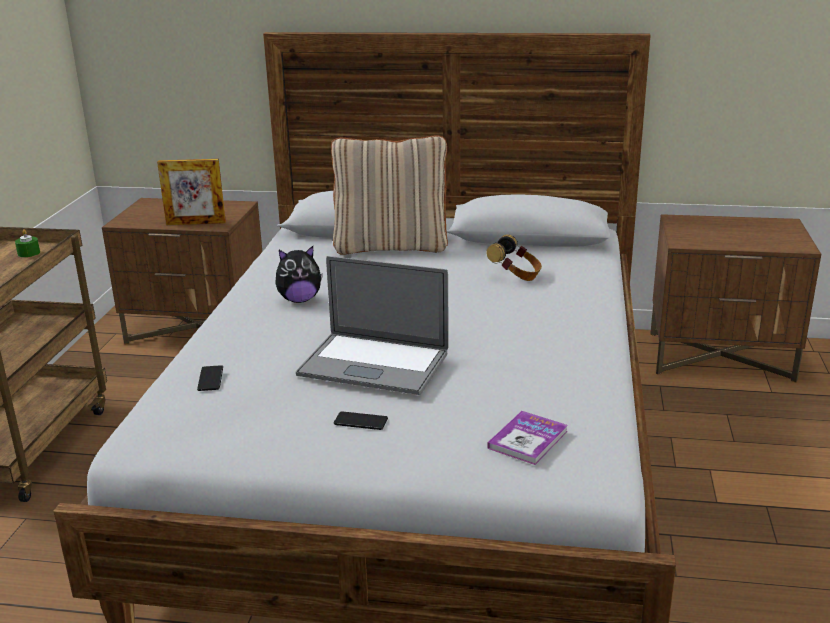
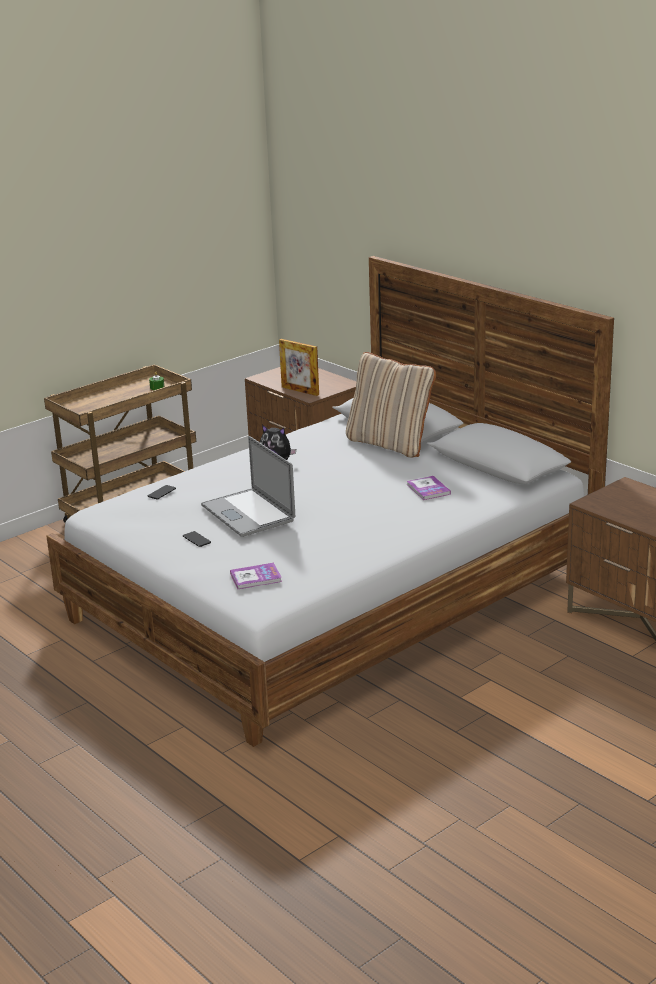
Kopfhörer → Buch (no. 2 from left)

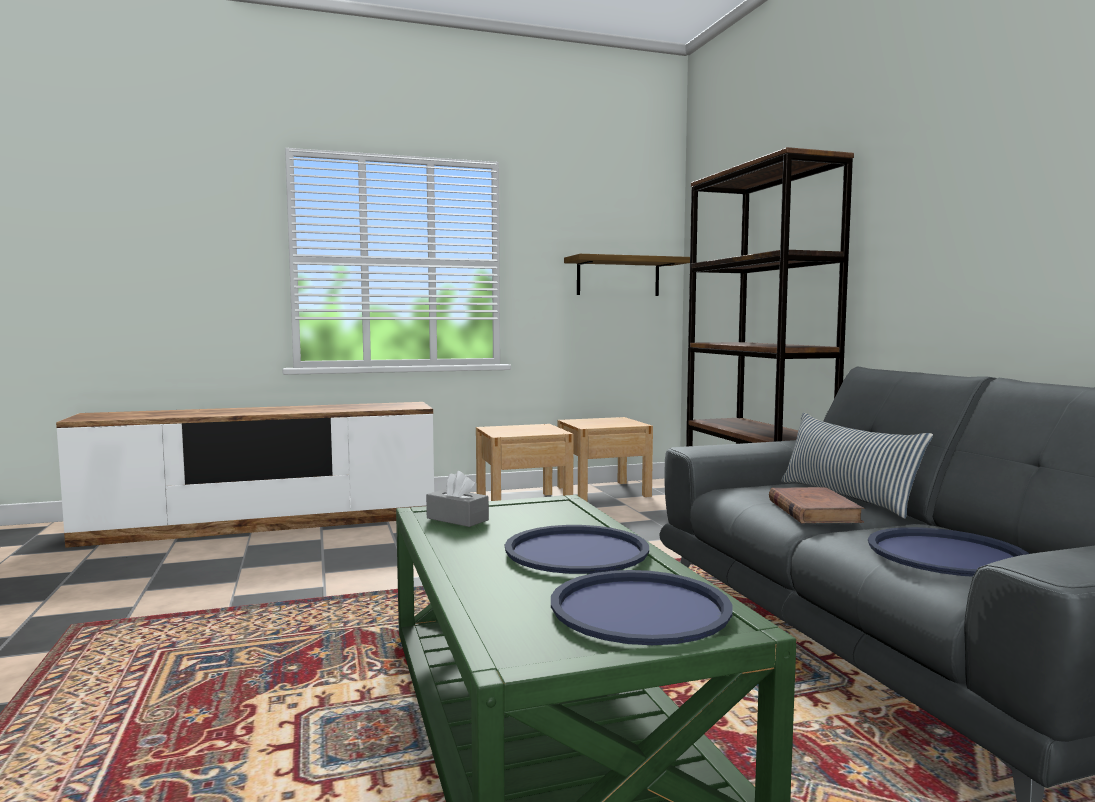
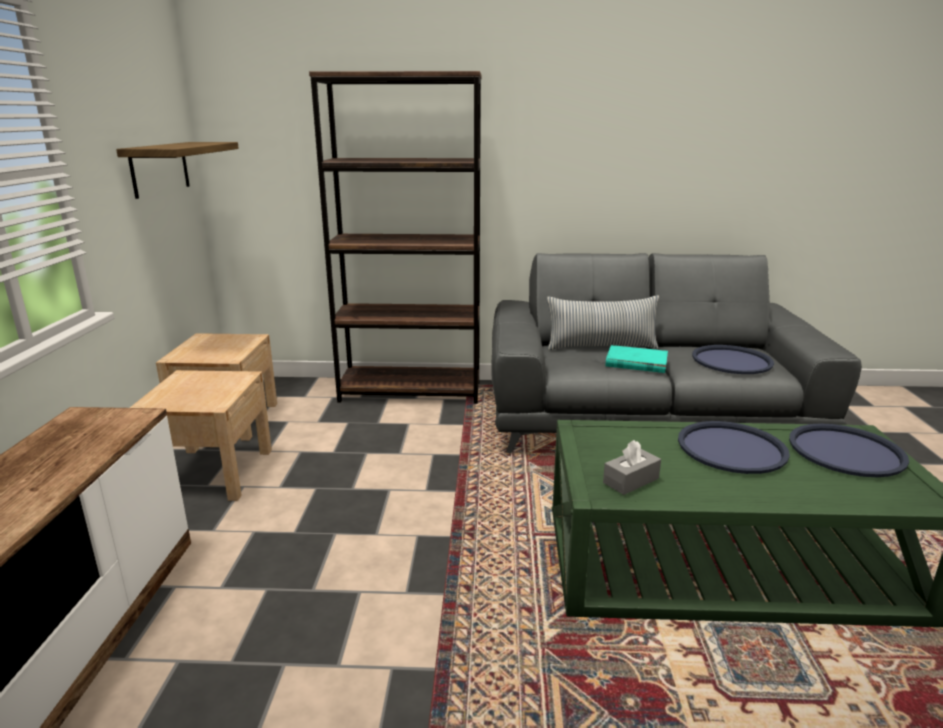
Buch [braun] → Buch [türkis]

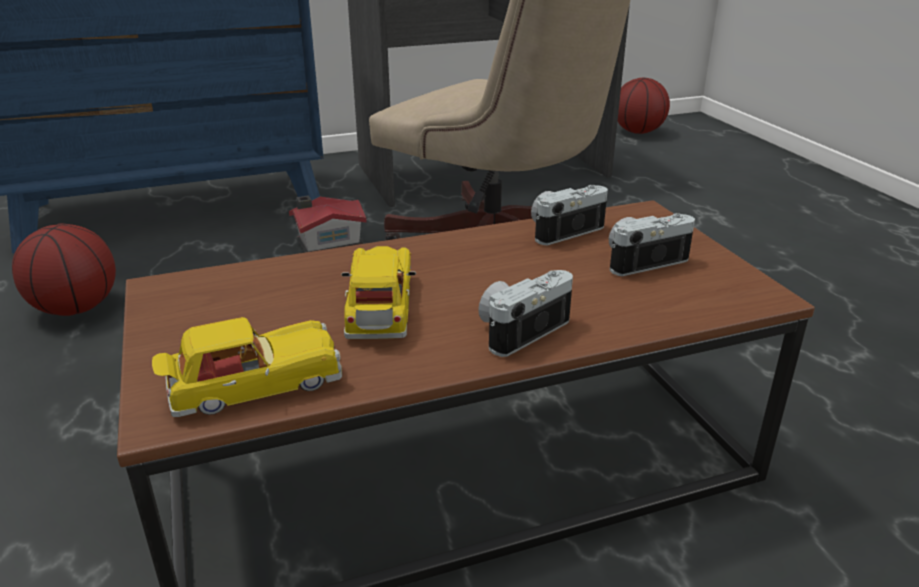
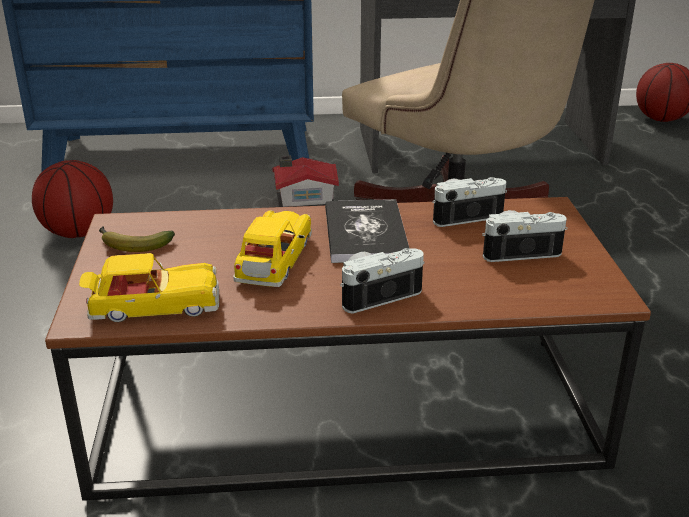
- → Buch
- → Banane

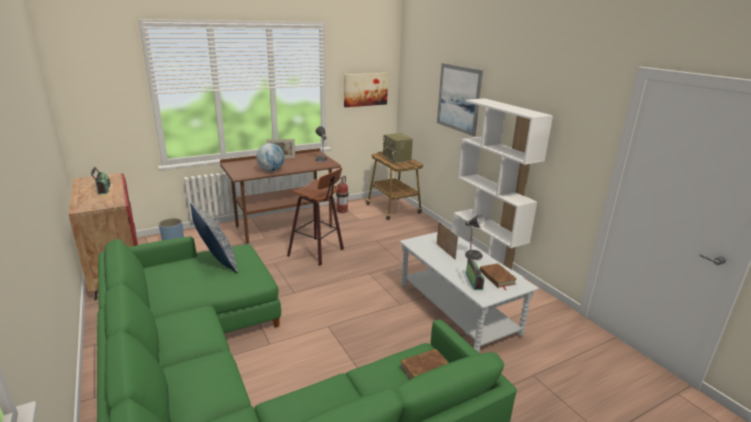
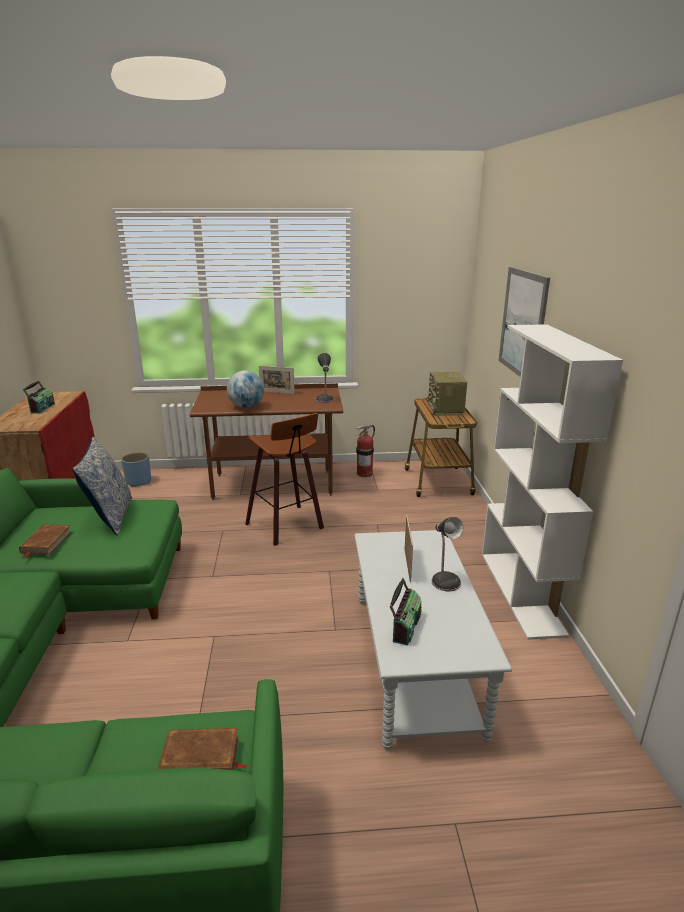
Bild (no. 1 from left) → -
Buch [braun] (no. 2 from left in the first image) → Buch [braun] (no. 1 from left), shifted

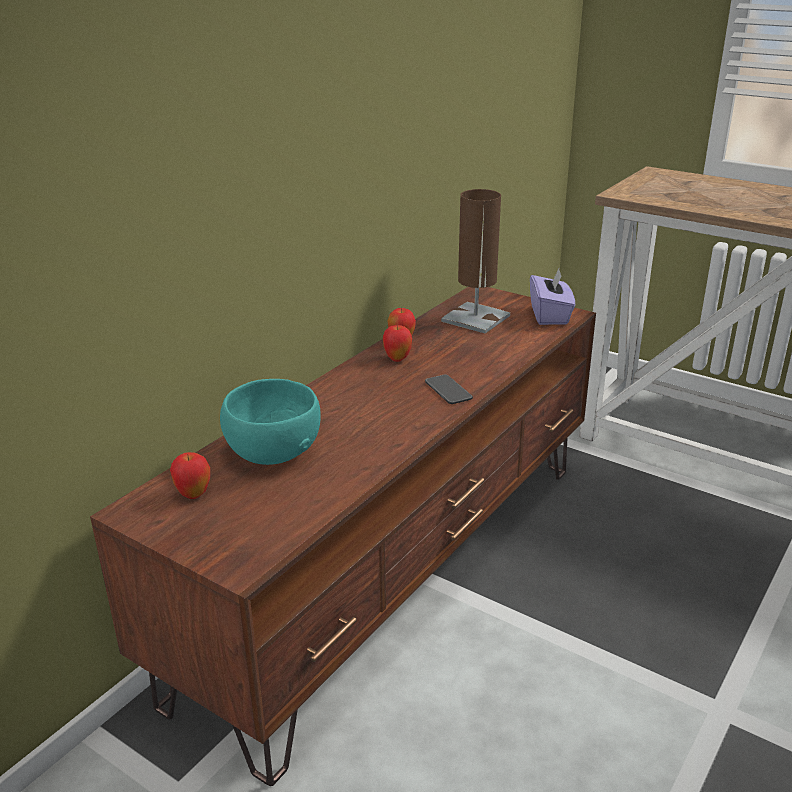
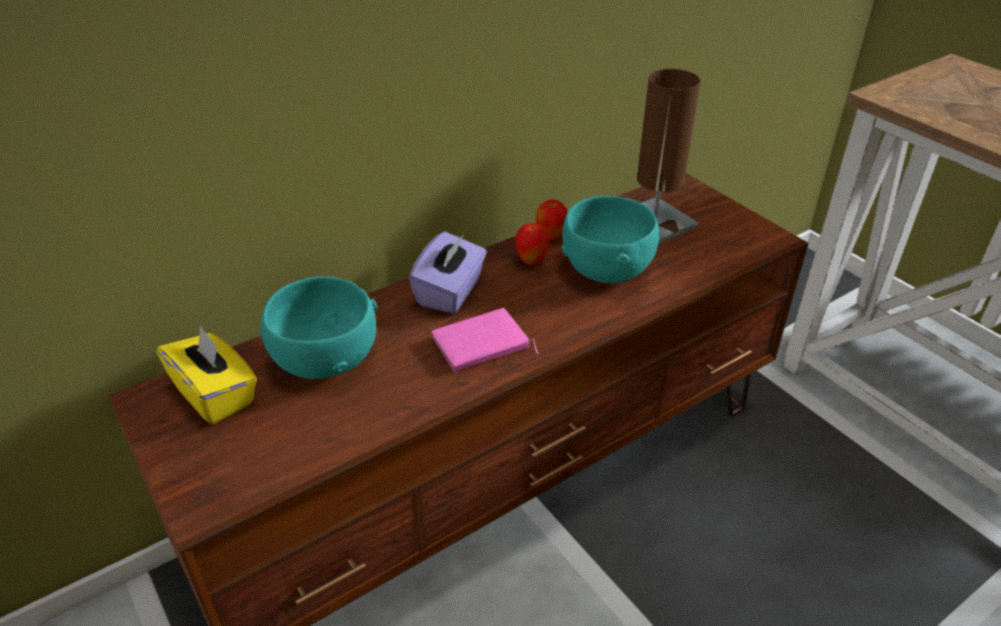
Taschentuchbox [lila], shifted
Handy → -
Apfel (no. 1 from left) → Taschentuchbox [gelb]
- → Schüssel [türkis] (no. 2 from left)
- → Buch [rosa]

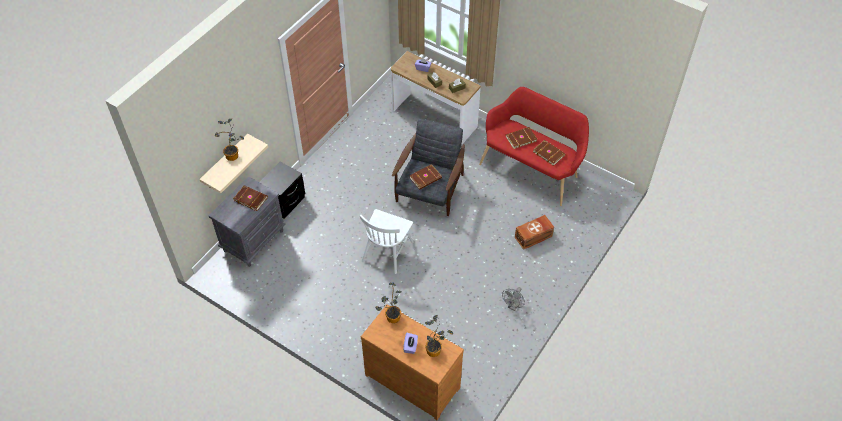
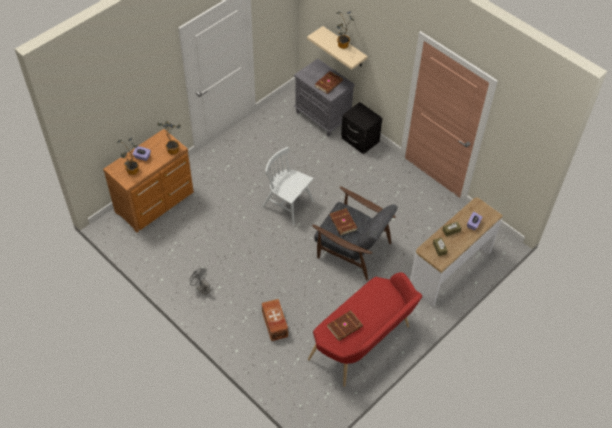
Buch [braun] (no. 3 from left) → -

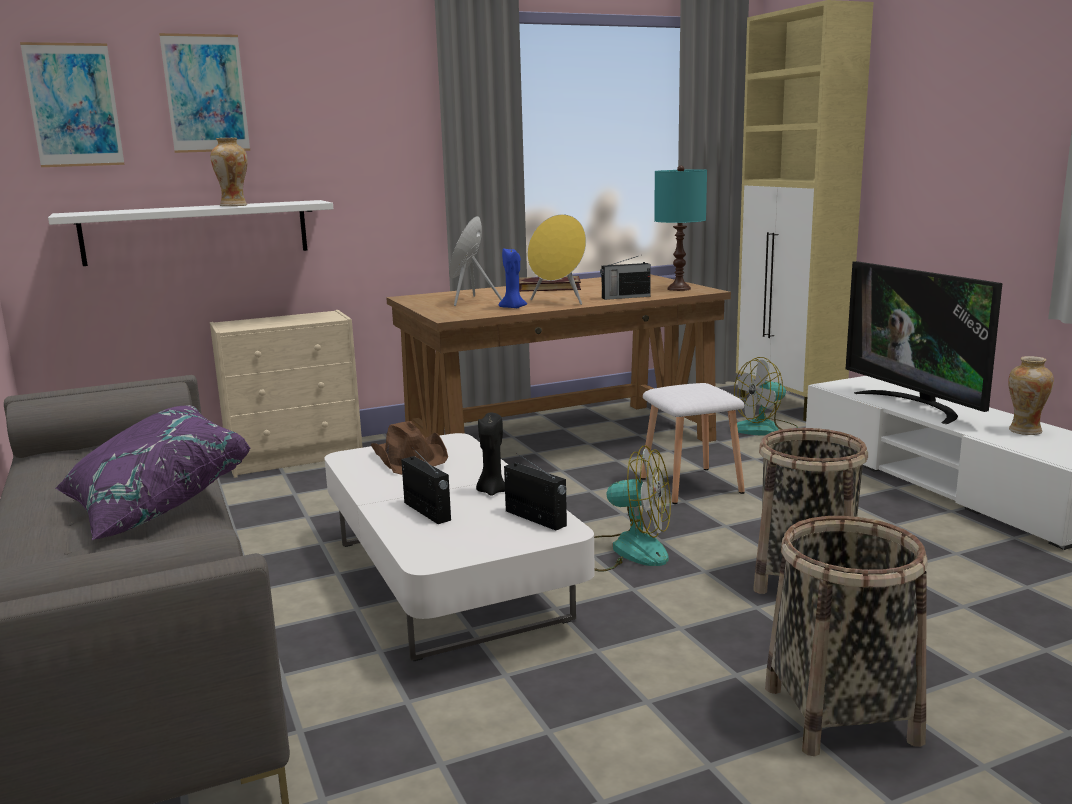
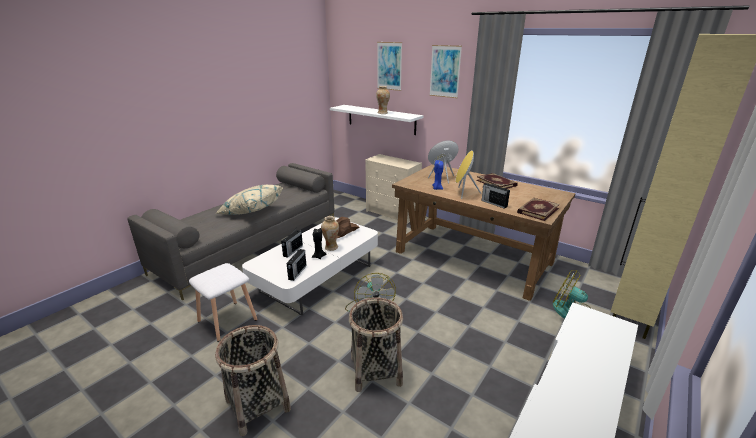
Bild (no. 1 from left in the first image) → Bild (no. 2 from left), shifted
Tischlampe [türkis] → Buch (no. 2 from left)
Fernseher → -
Vase (no. 2 from left in the first image) → Vase (no. 1 from left), shifted
Hocker [weiß], shifted
Kissen [lila] → Kissen [beige]

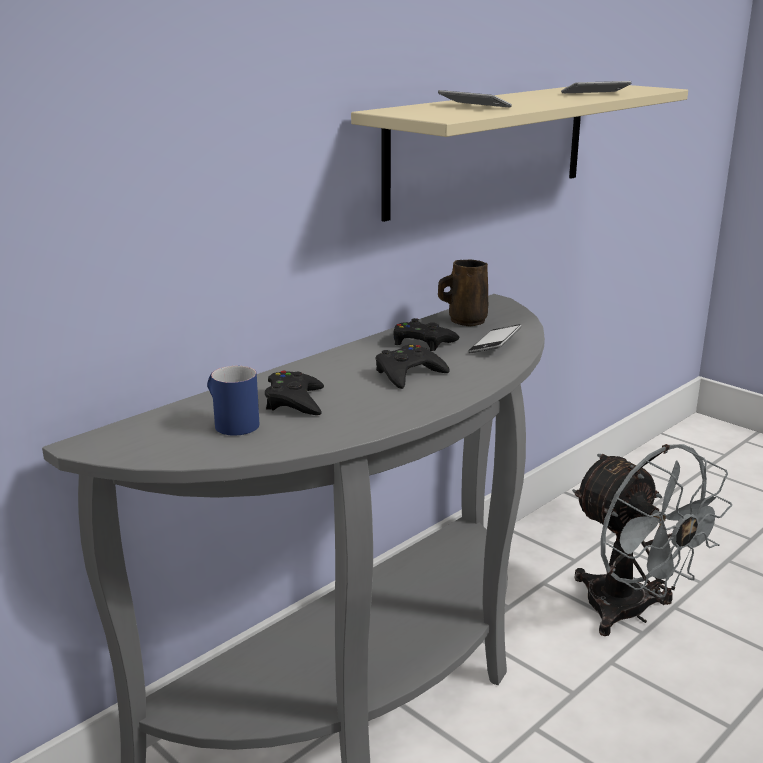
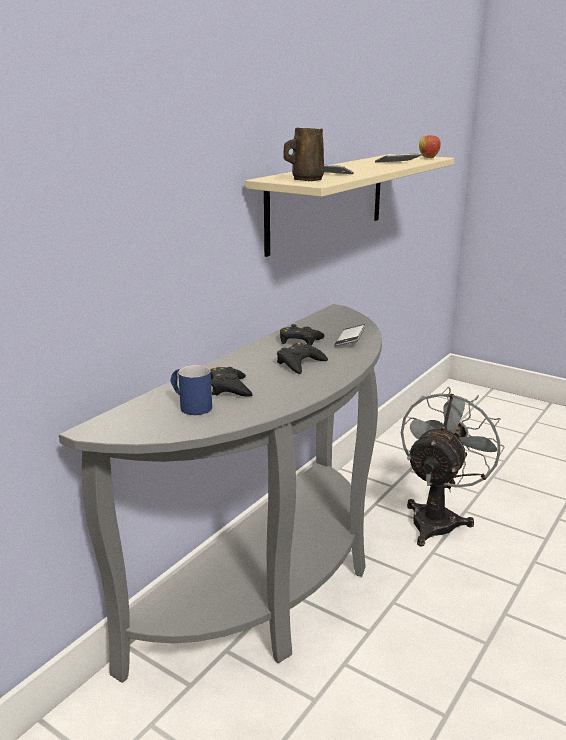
Henkelbecher [braun], shifted
Ventilator [grau], 105 degrees counterclockwise
- → Apfel

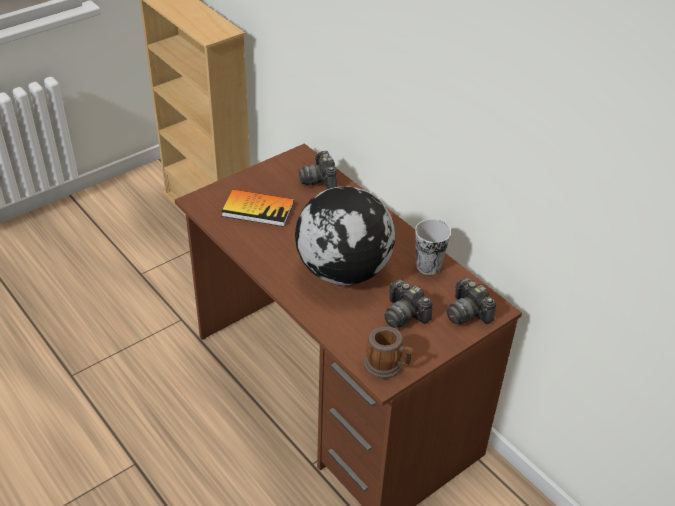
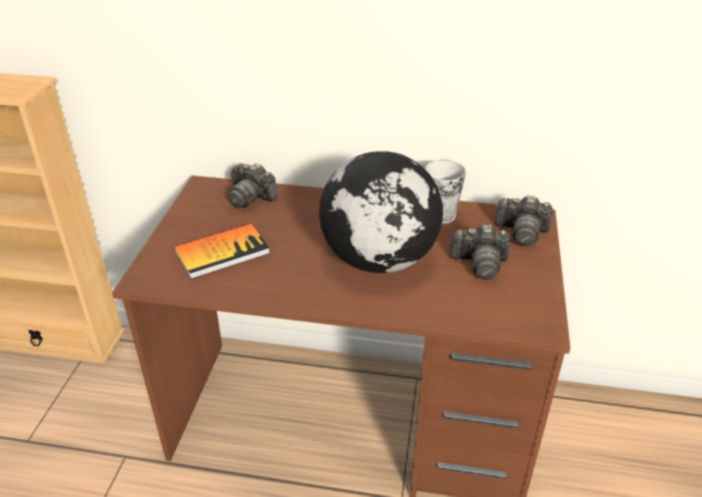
Henkelbecher → -

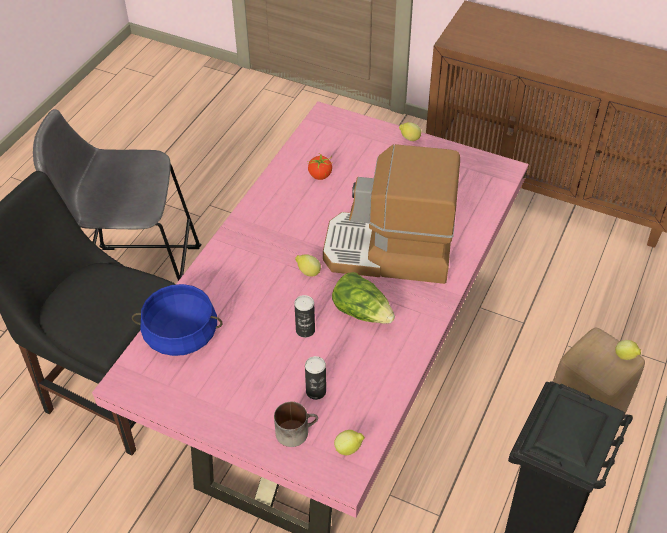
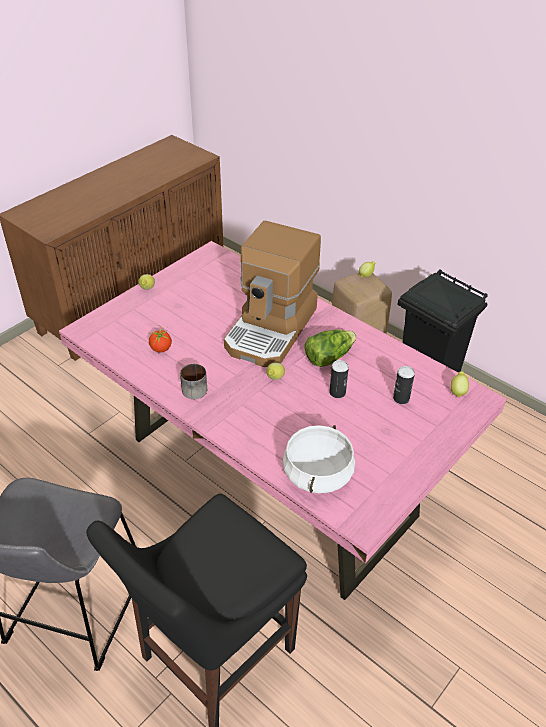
Kochtopf [blau] → Kochtopf [weiß]
Henkelbecher, shifted

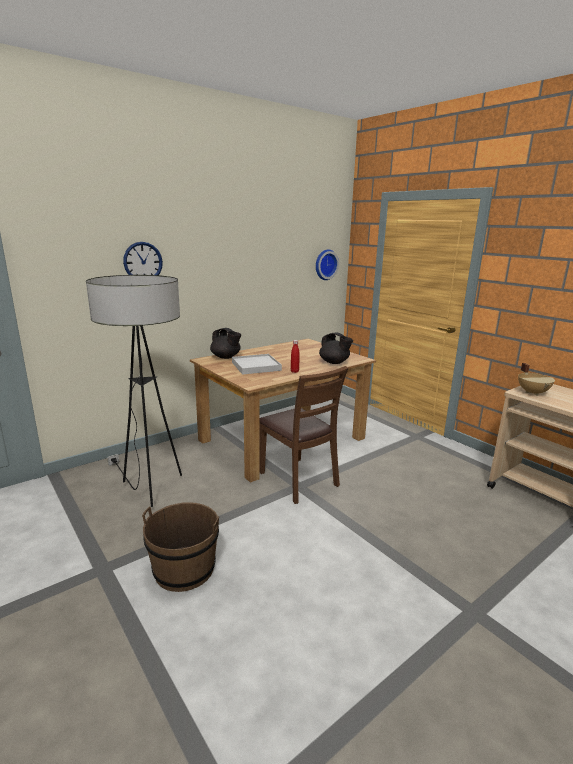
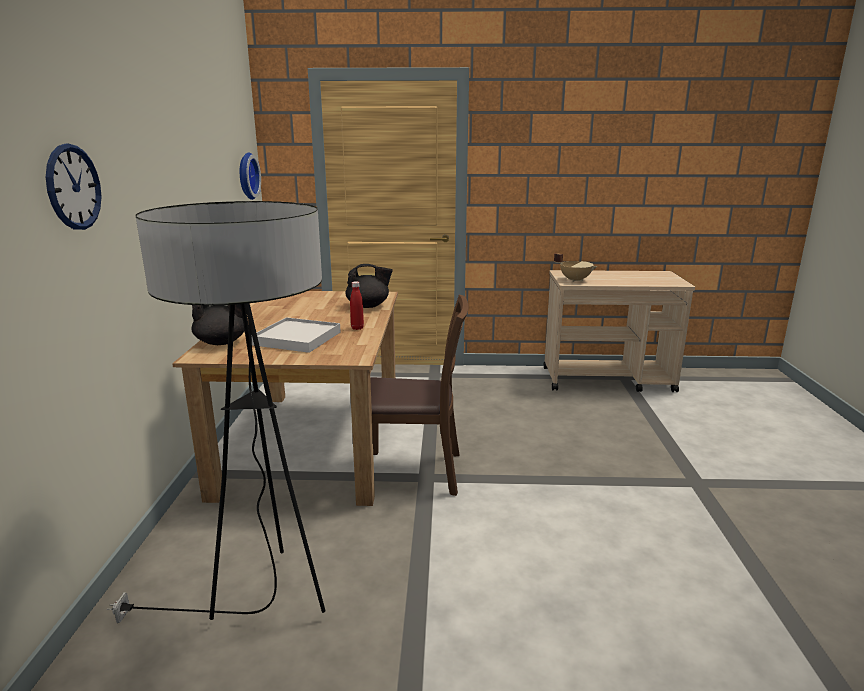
Eimer [braun] → -

